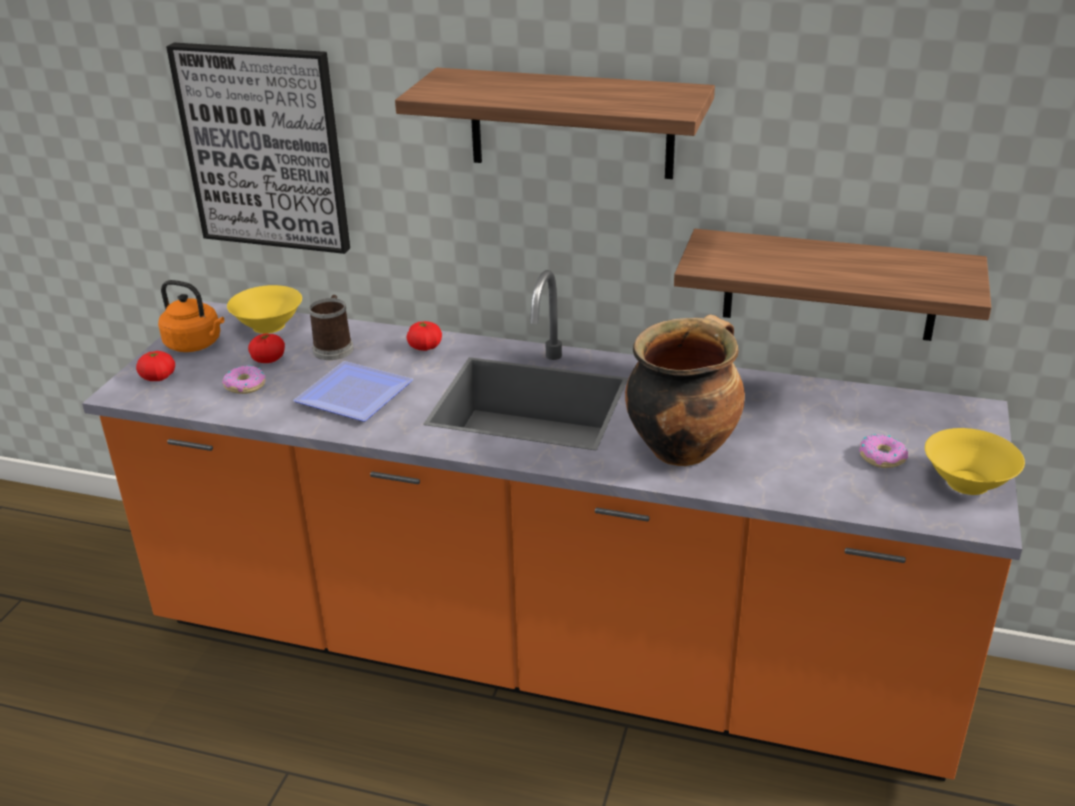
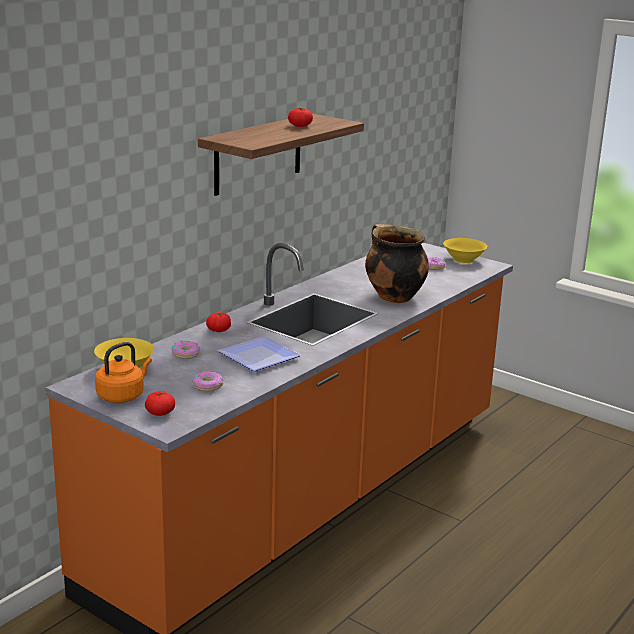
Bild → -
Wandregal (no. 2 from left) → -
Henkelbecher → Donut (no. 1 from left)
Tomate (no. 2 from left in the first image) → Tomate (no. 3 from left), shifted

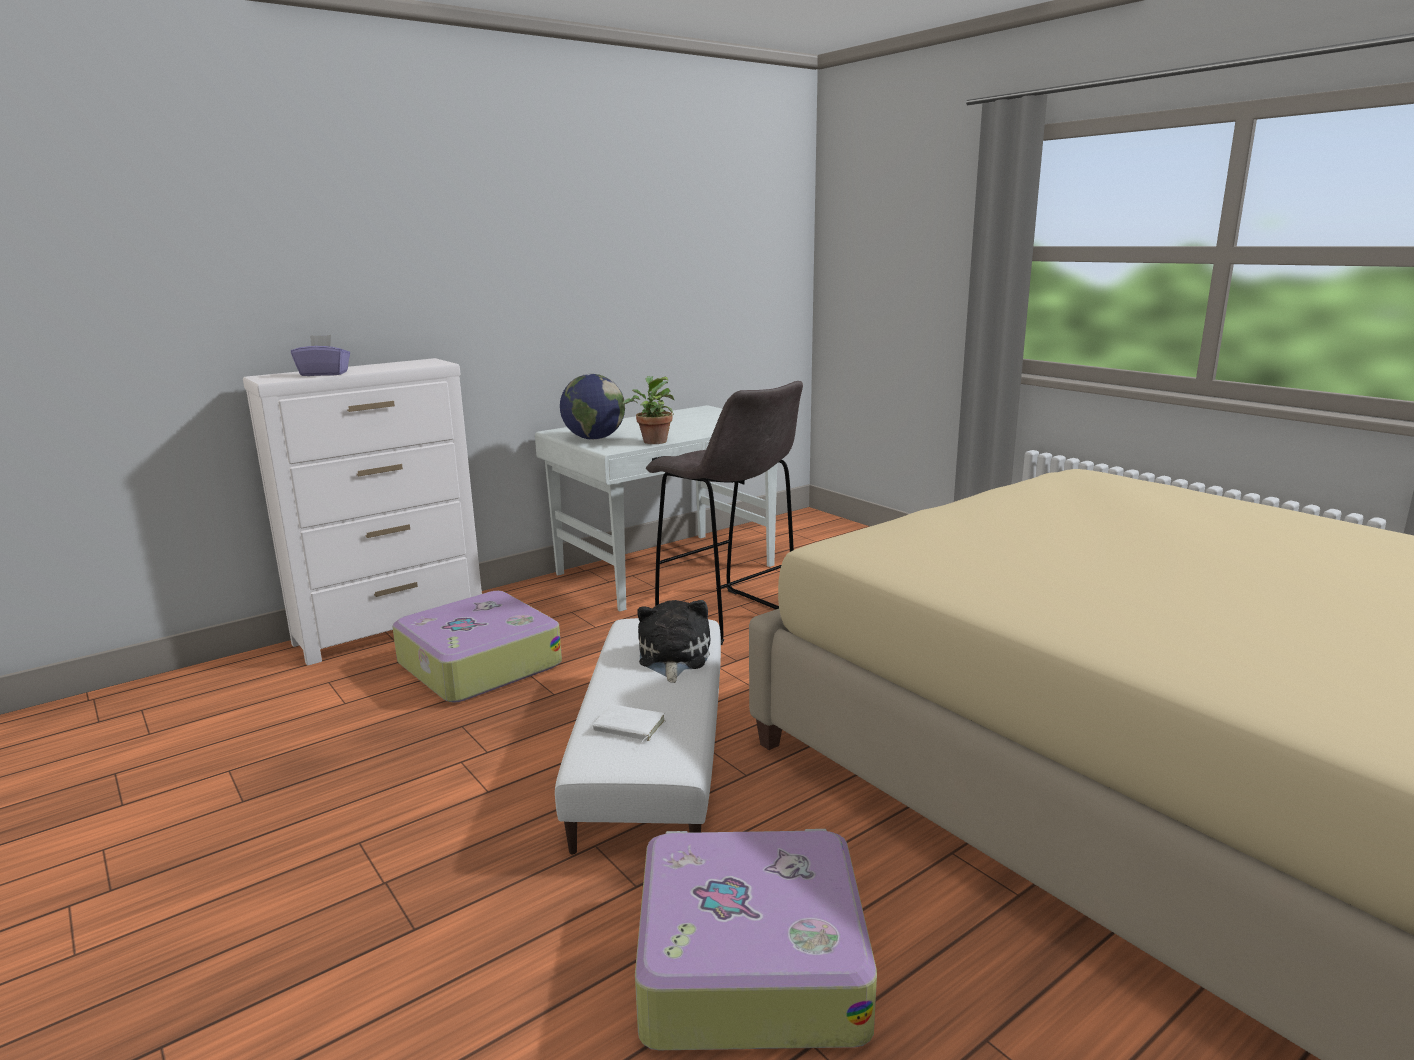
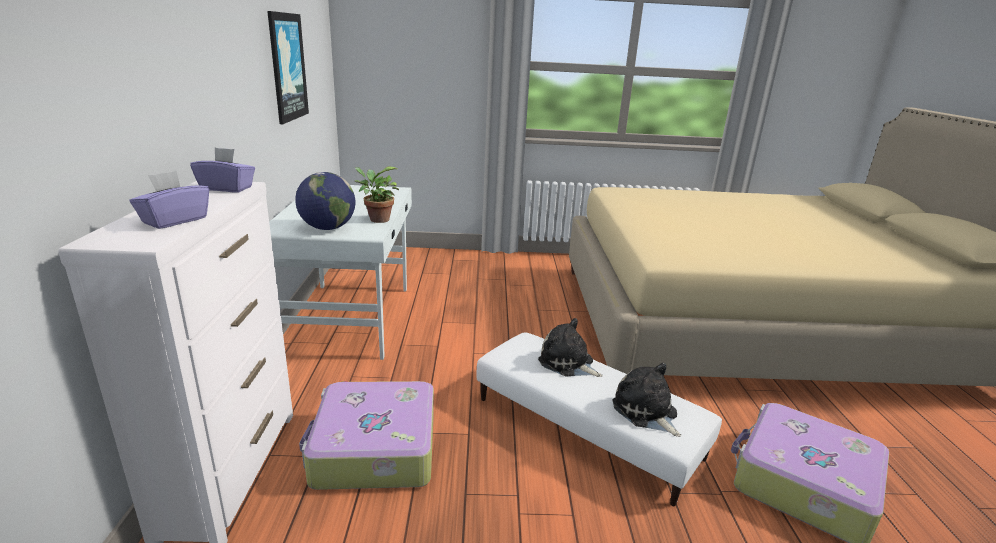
Hocker [grau] → -
Buch [weiß] → Plüschtier (no. 2 from left)
- → Bild
- → Taschentuchbox [lila] (no. 2 from left)

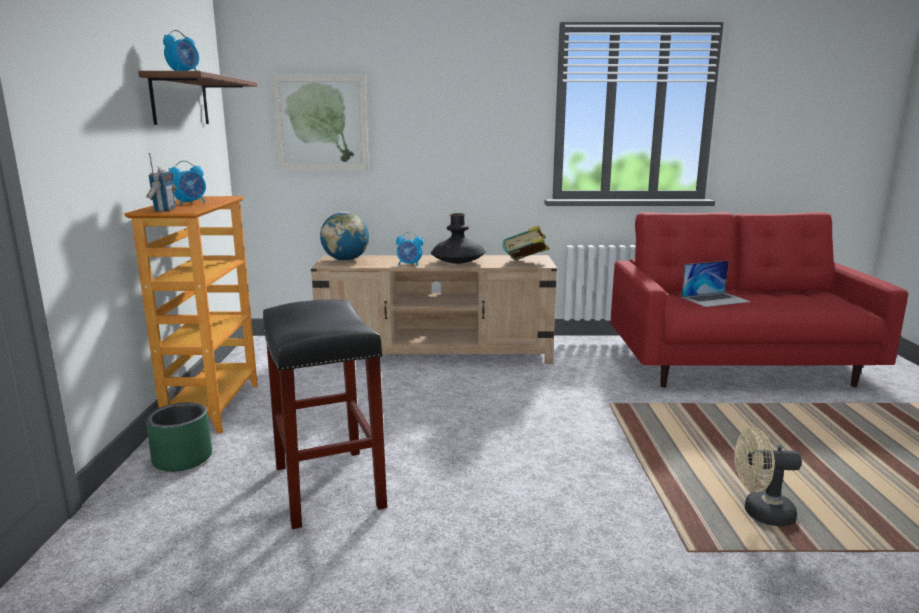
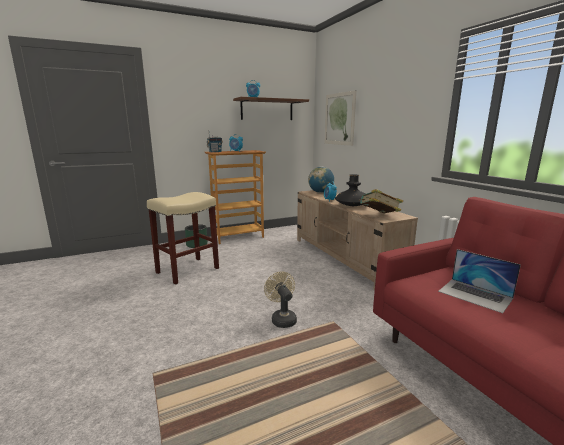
Hocker [schwarz] → Hocker [beige]
Ventilator [beige], shifted

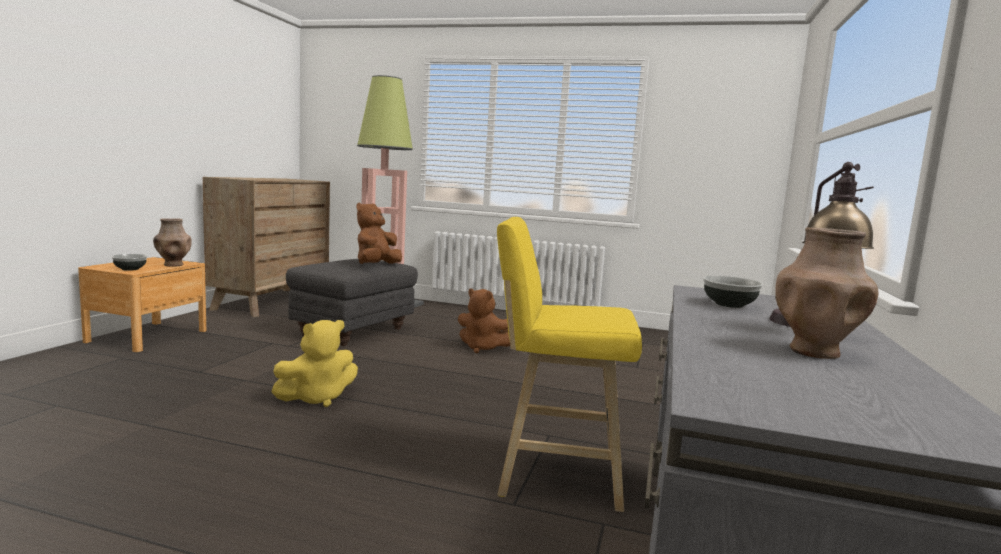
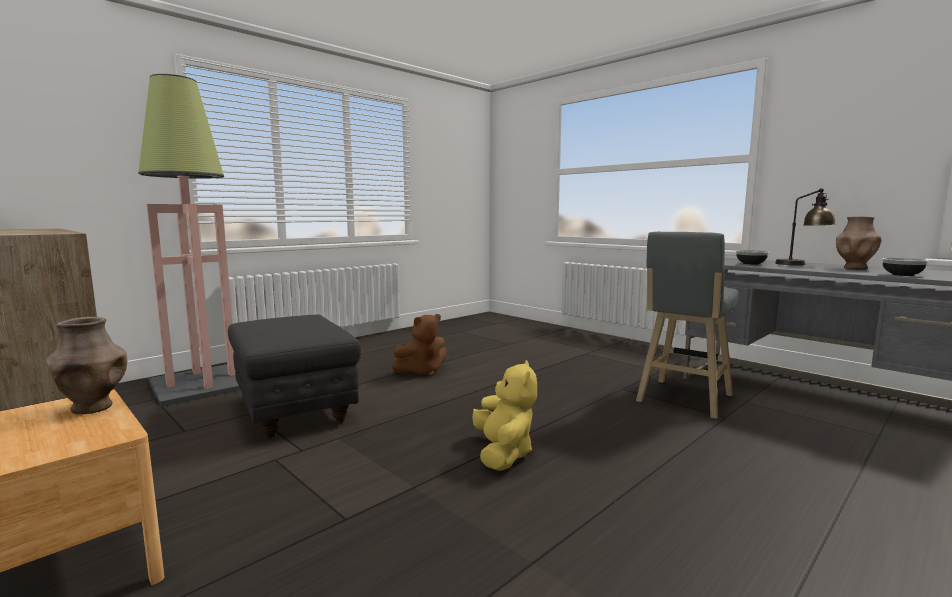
Plüschtier [braun] (no. 1 from left) → -
Hocker [gelb] → Hocker [grau]
Schüssel (no. 1 from left in the first image) → Schüssel (no. 2 from left), shifted

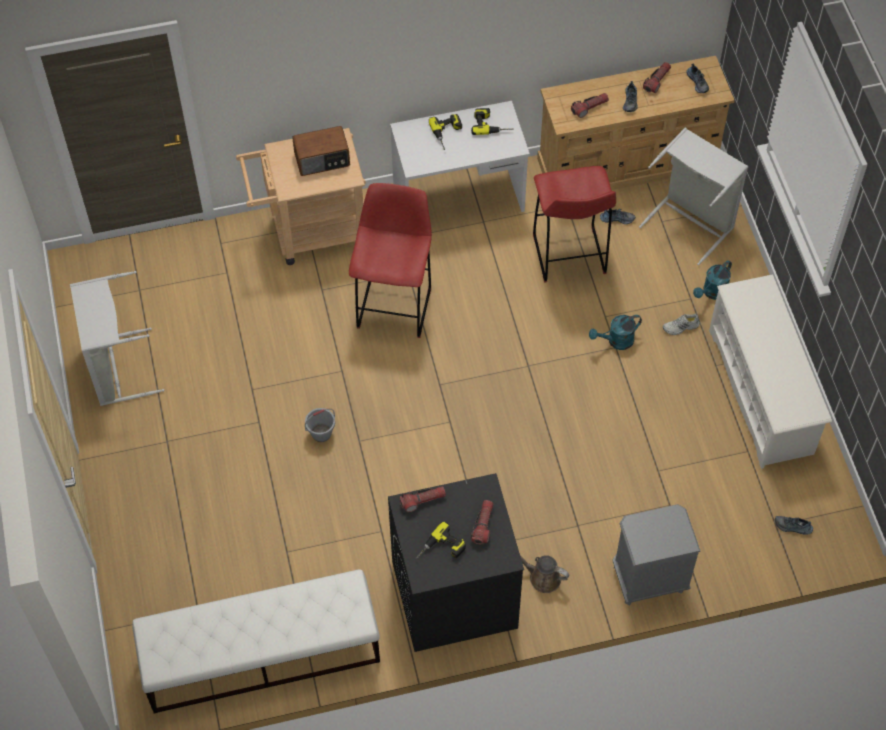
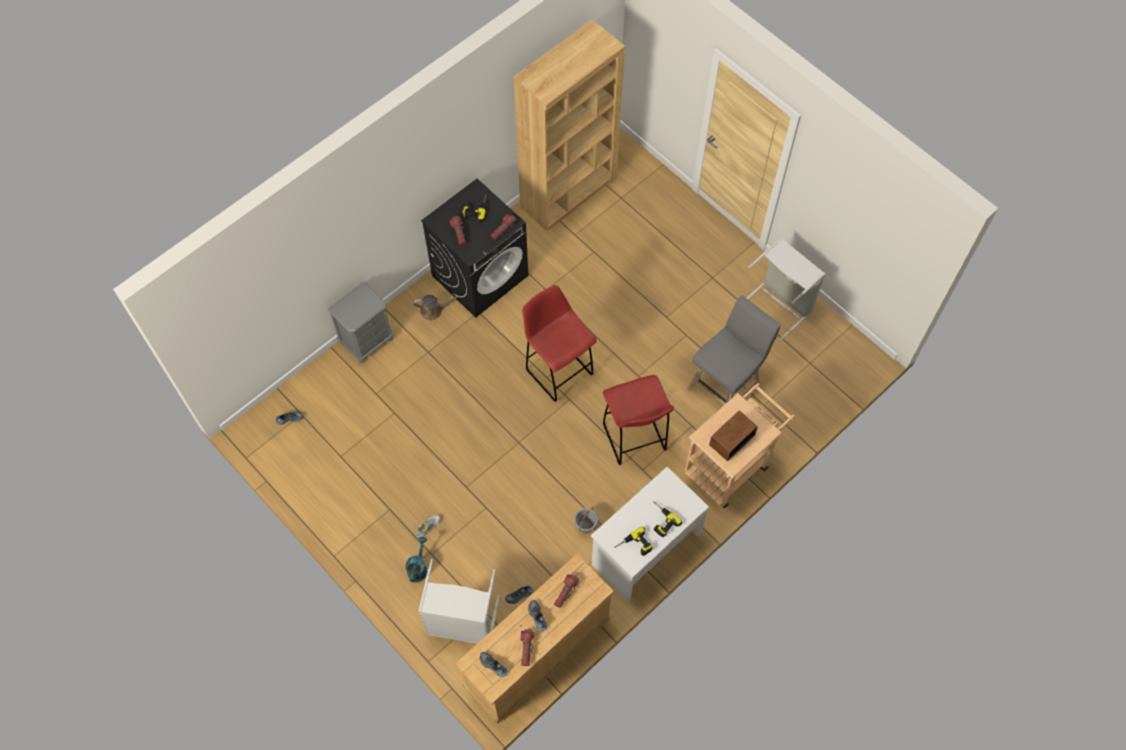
Hocker [rot] (no. 2 from left in the first image) → Hocker [rot] (no. 1 from left), shifted
Schuhregal [weiß] → -
Gießkanne [türkis] (no. 1 from left) → -
Eimer [grau], shifted
Bank [weiß] → Bücherregal [braun]
- → Hocker [grau]

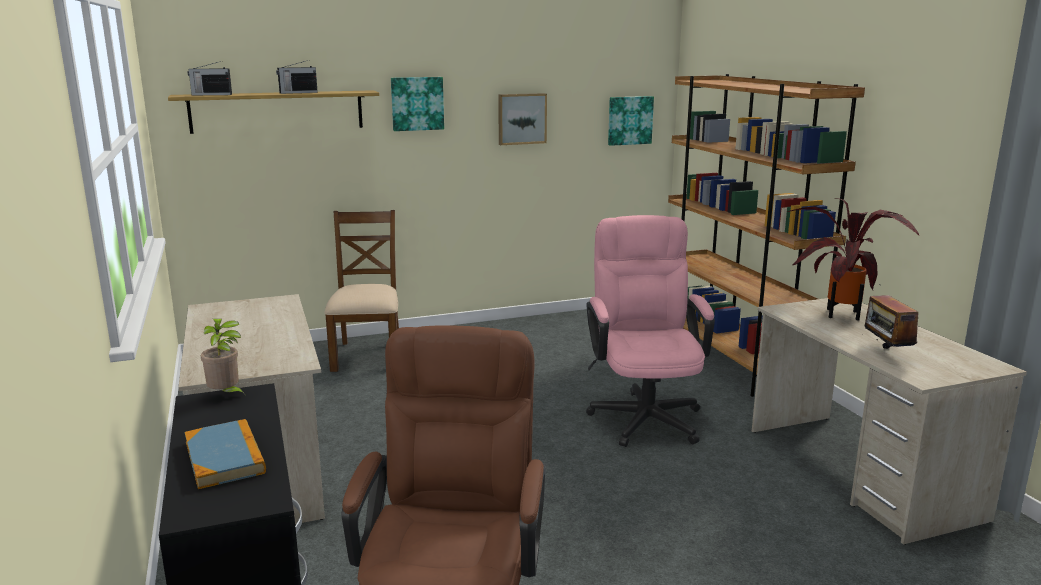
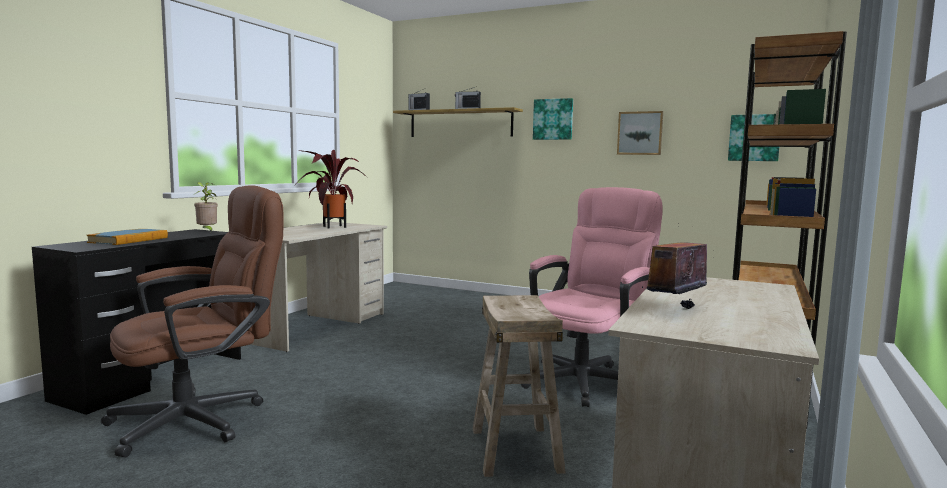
Topfpflanze (no. 2 from left), shifted
Stuhl [braun] → -
- → Hocker [beige]

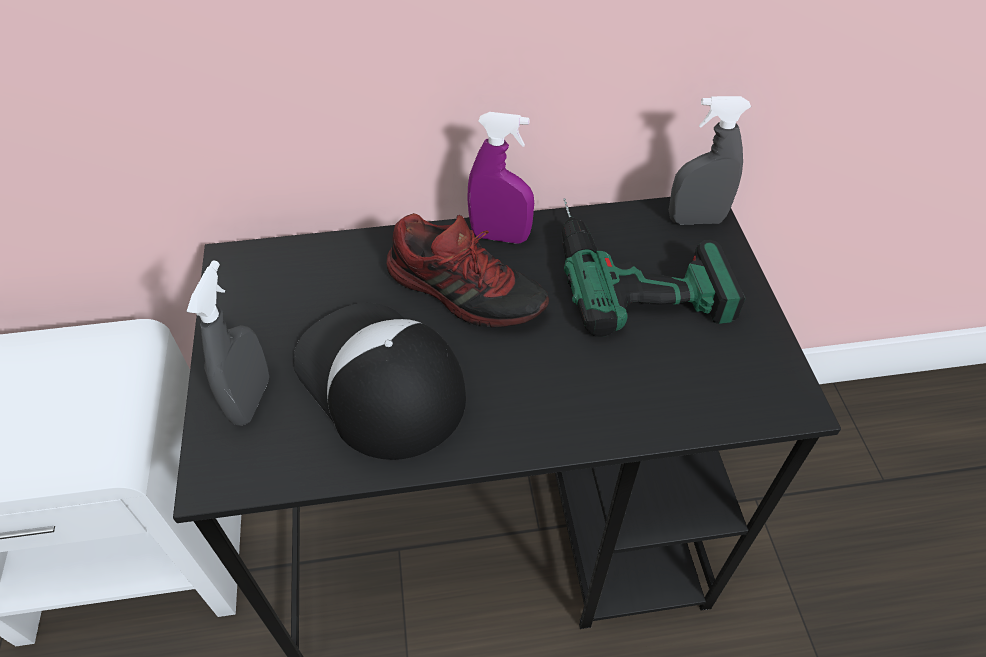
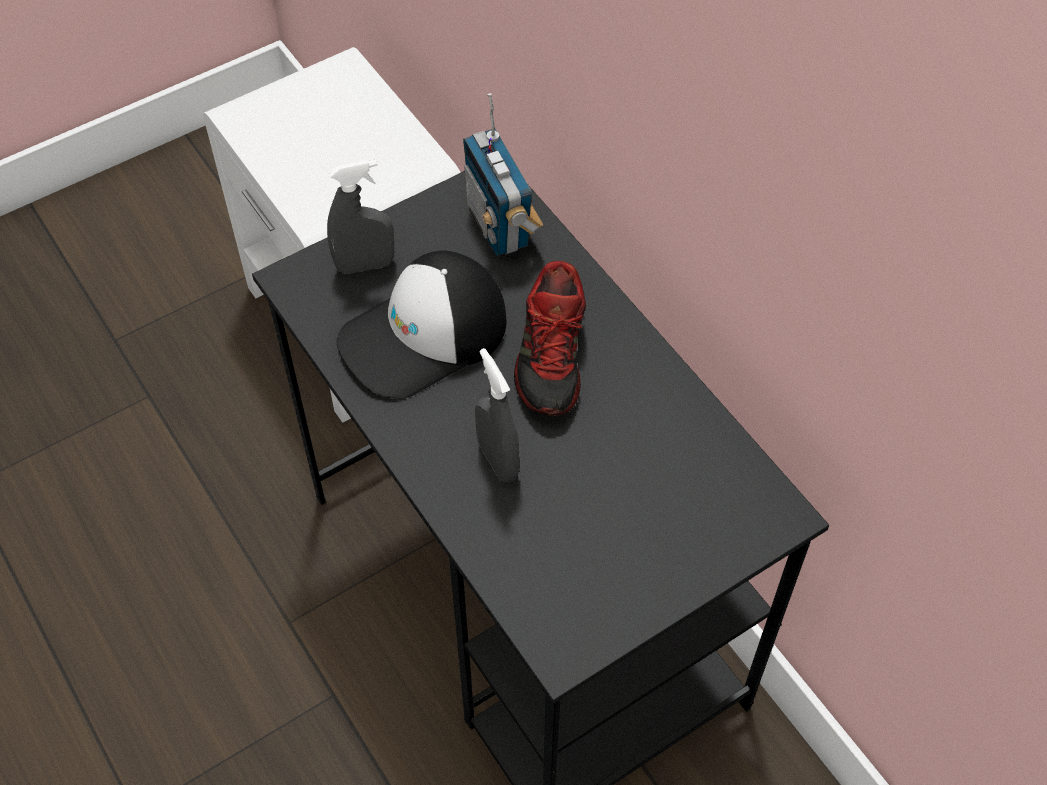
Sprühflasche [grau] (no. 2 from left), shifted
Sprühflasche [lila] → -
Bohrmaschine → -
Kappe, 150 degrees counterclockwise
- → Radio

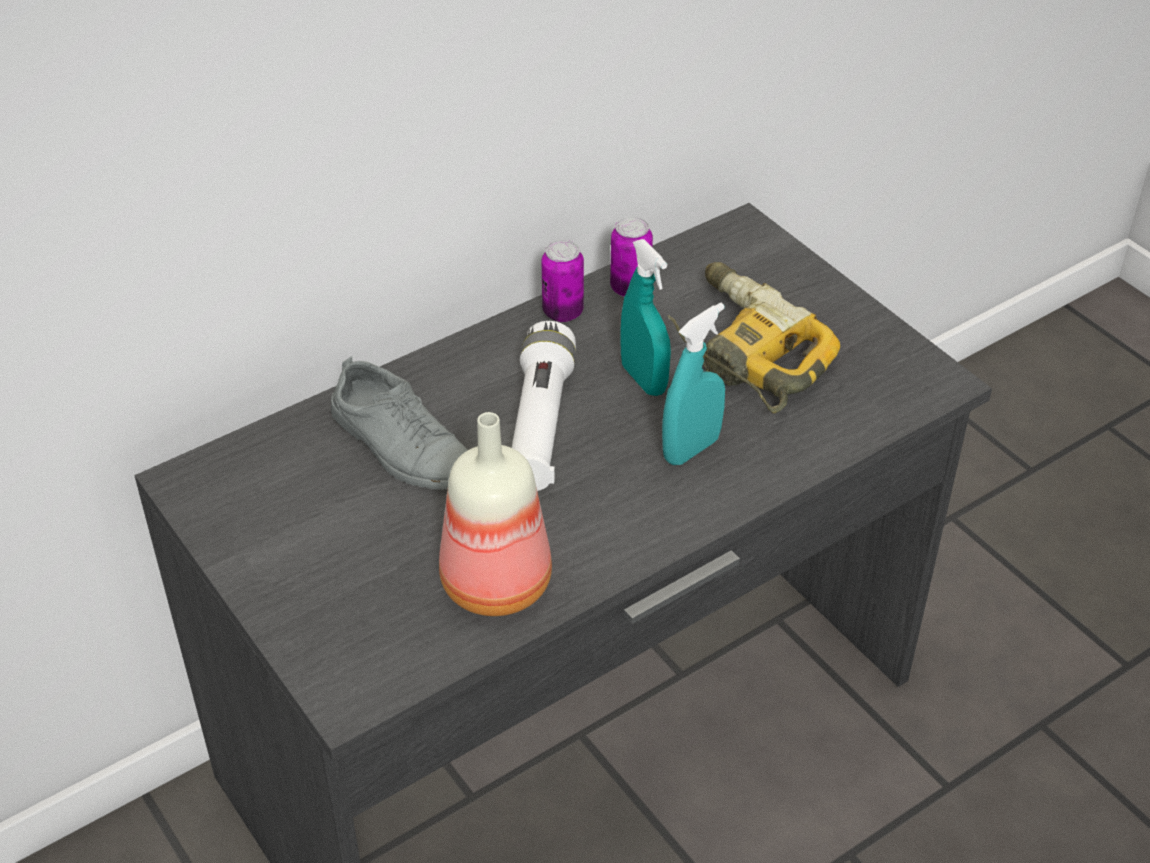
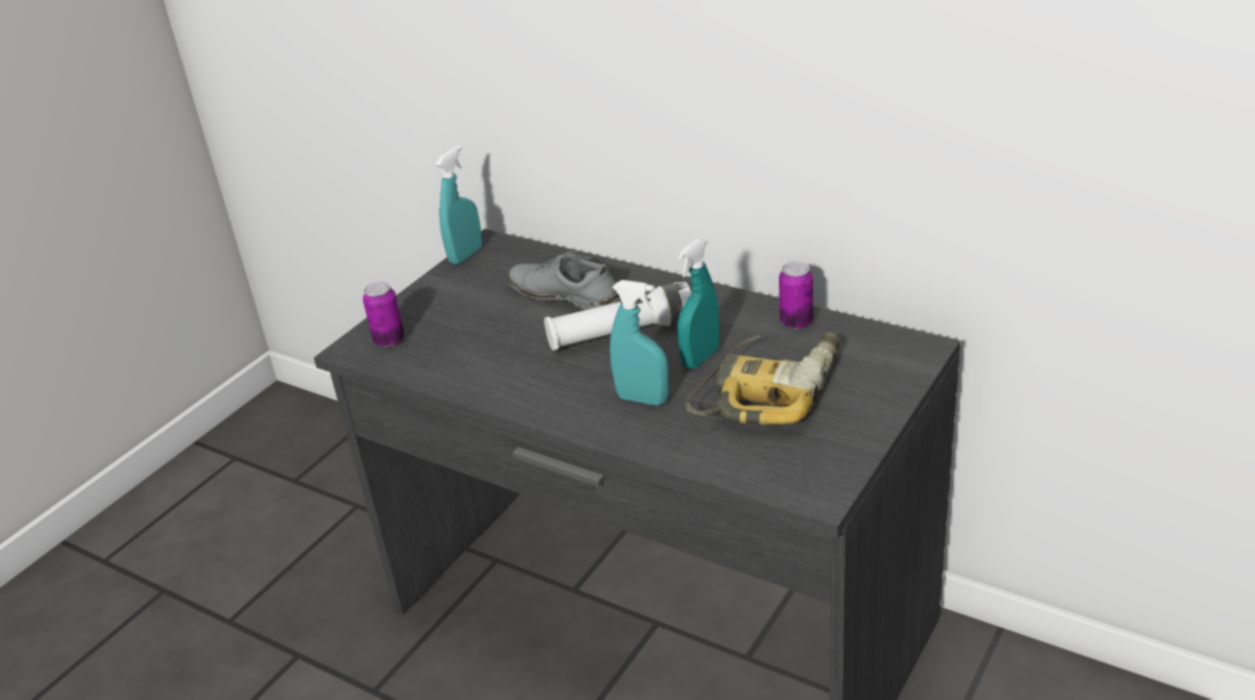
Dose (no. 1 from left), shifted
Schuh [grau], 105 degrees clockwise
Flasche → -
- → Sprühflasche [türkis] (no. 1 from left)

